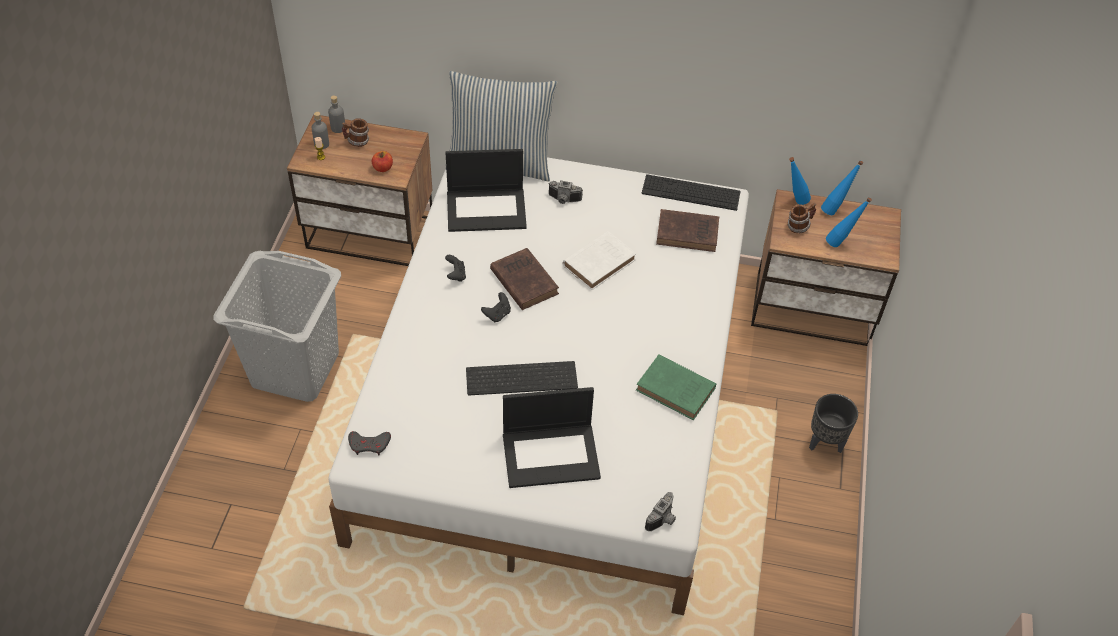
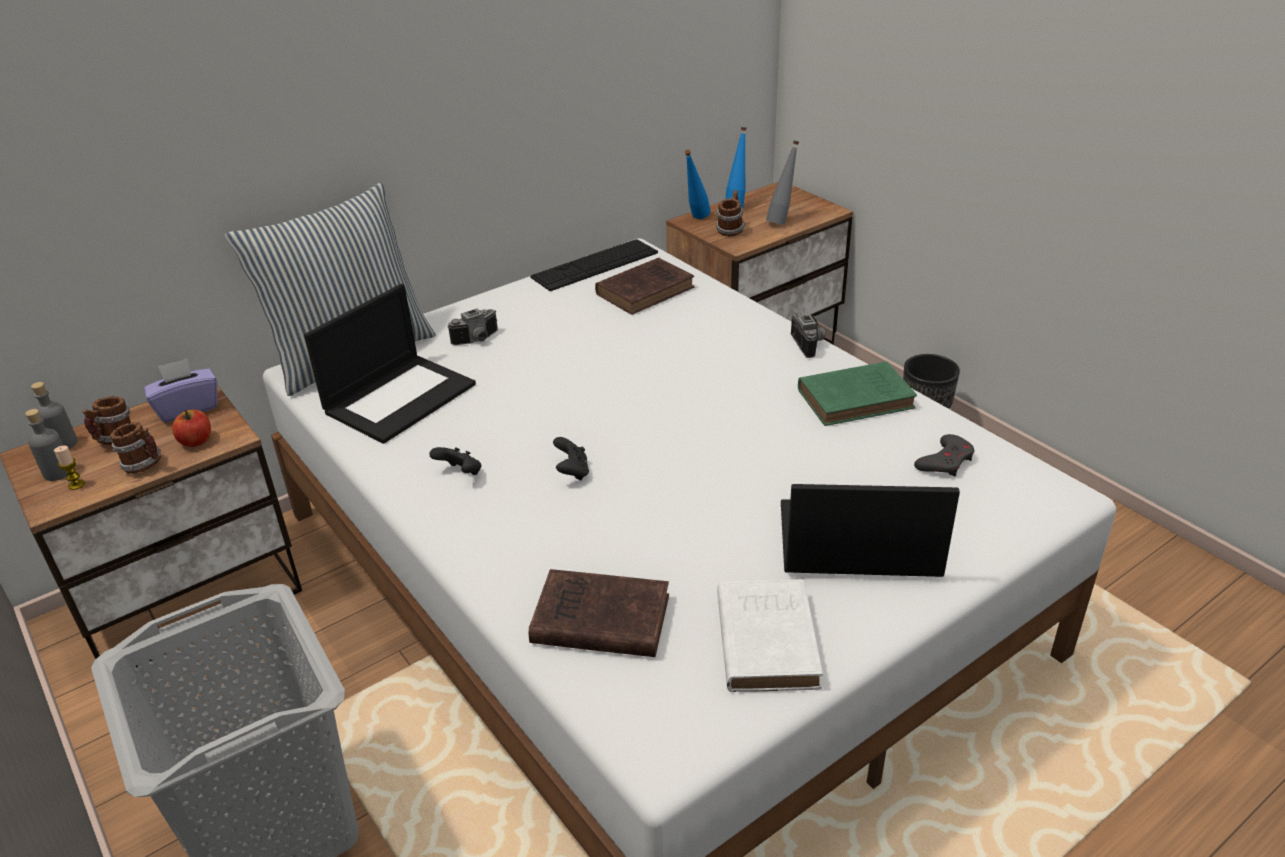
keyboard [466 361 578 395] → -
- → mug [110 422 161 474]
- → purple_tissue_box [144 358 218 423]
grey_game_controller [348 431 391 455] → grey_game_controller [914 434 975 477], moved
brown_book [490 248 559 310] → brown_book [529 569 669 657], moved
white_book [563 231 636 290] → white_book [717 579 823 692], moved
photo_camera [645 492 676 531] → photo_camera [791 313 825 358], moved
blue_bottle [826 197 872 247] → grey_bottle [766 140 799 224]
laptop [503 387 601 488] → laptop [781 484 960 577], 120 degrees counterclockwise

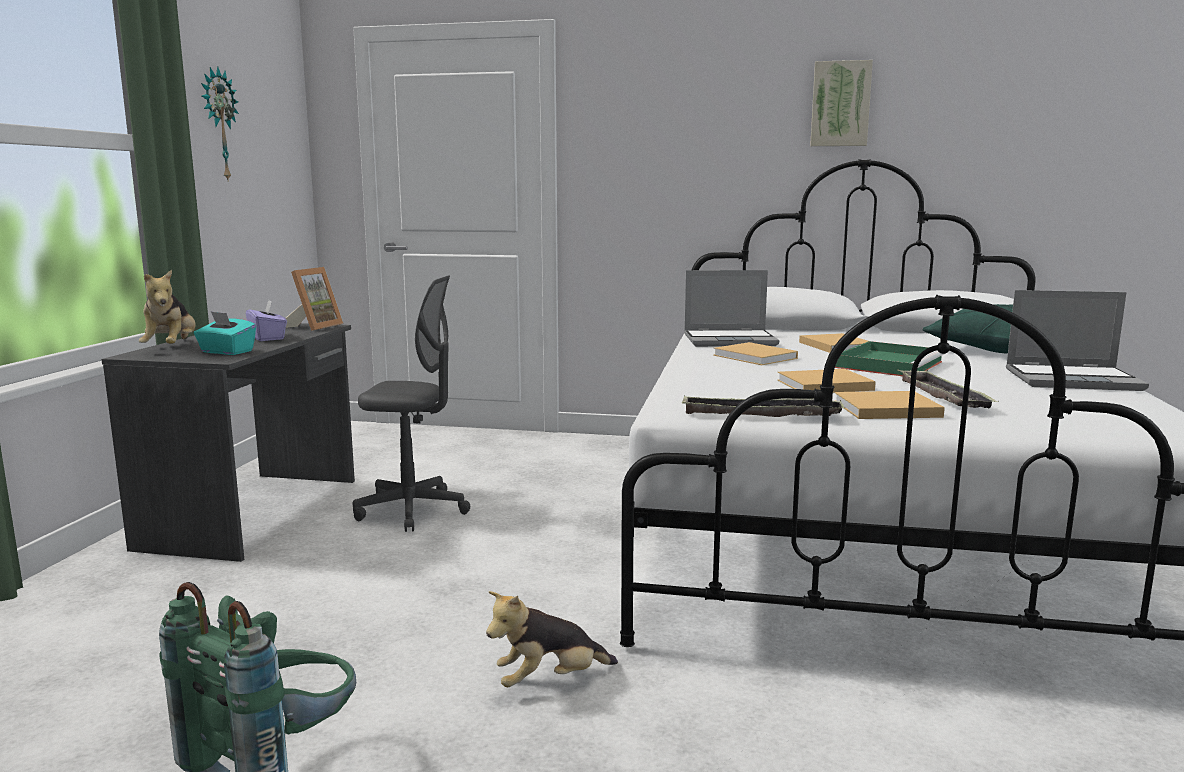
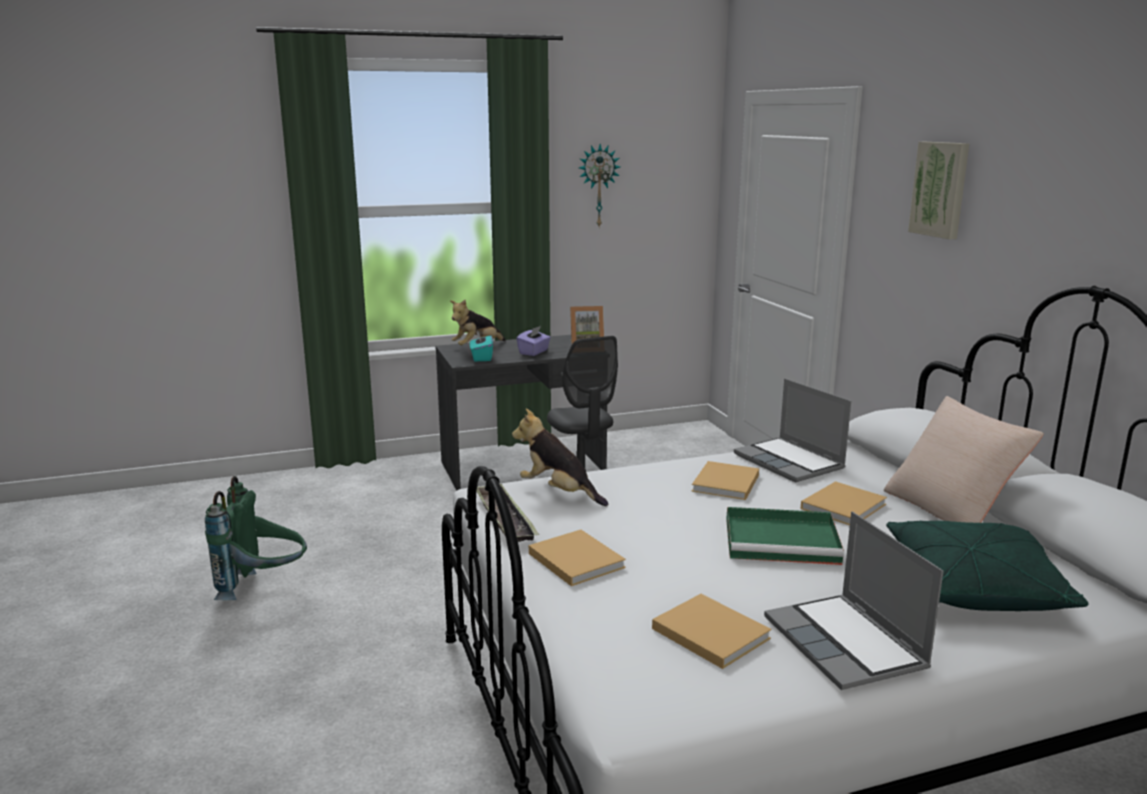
tray [897 369 999 408] → -
- → beige_pillow [884 396 1044 523]
plush_toy [486 591 618 687] → plush_toy [512 409 608 506], moved
beige_book [777 369 876 393] → beige_book [652 594 772 669], moved
picture [810 60 873 146] → picture [908 142 969 239], moved

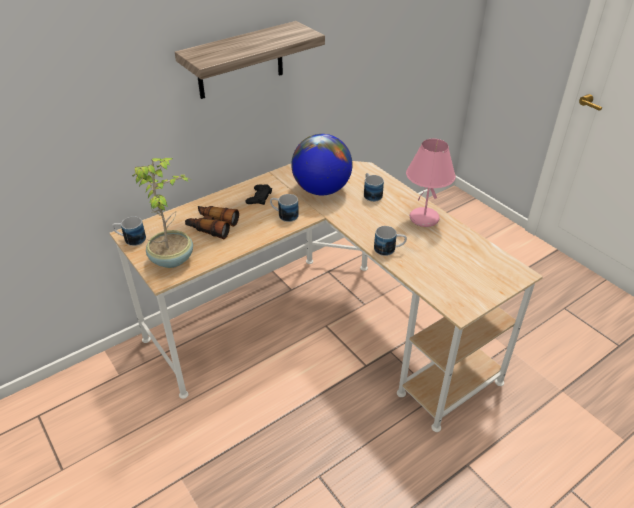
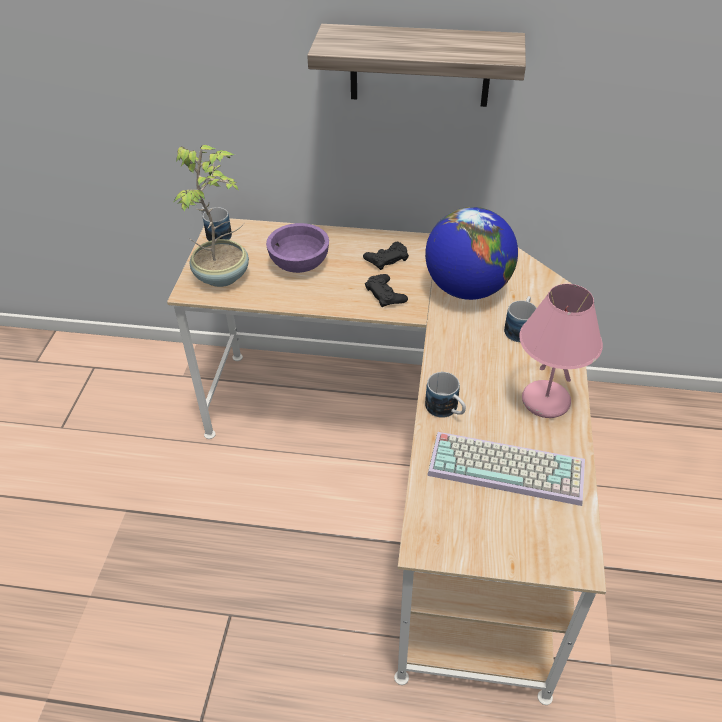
- → keyboard [427 432 585 506]
binoculars [185 206 239 239] → purple_bowl [266 223 329 273]
mug [270 194 299 222] → black_game_controller [365 274 408 307]

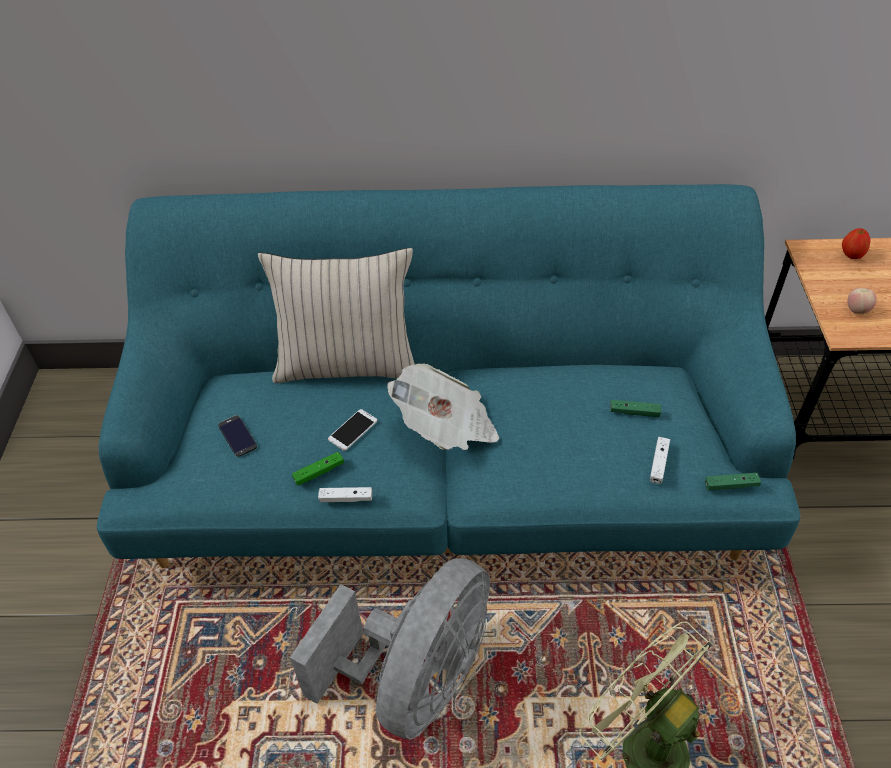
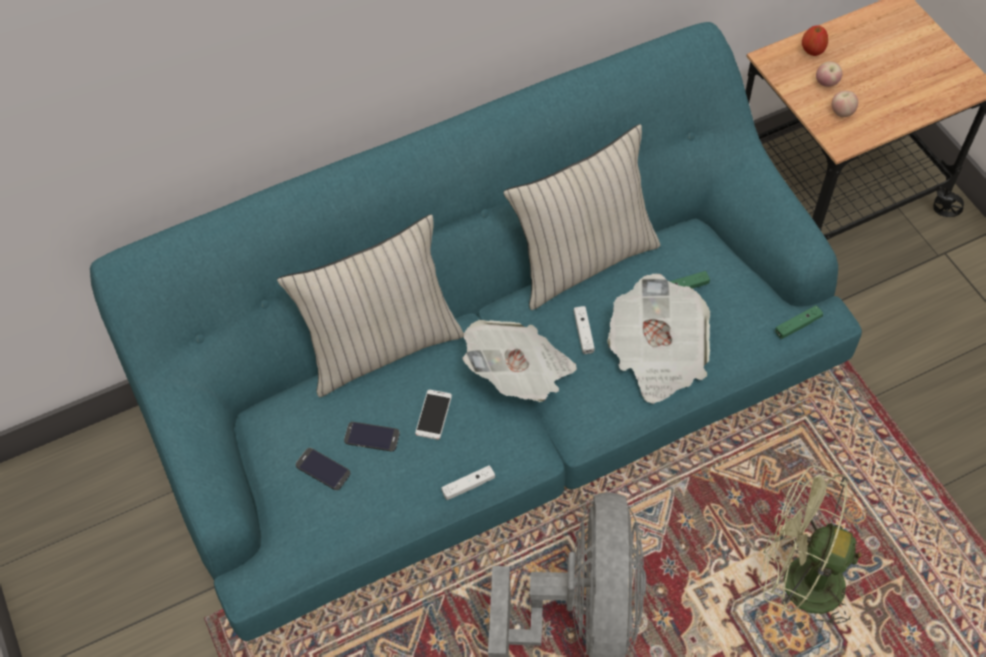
green_game_controller [292 452 344 486] → -
- → phone [344 422 400 451]
- → beige_pillow [503 124 660 310]
- → newspaper [607 274 710 404]
- → apple [816 61 842 87]
white_game_controller [650 437 670 484] → white_game_controller [574 306 595 354], moved

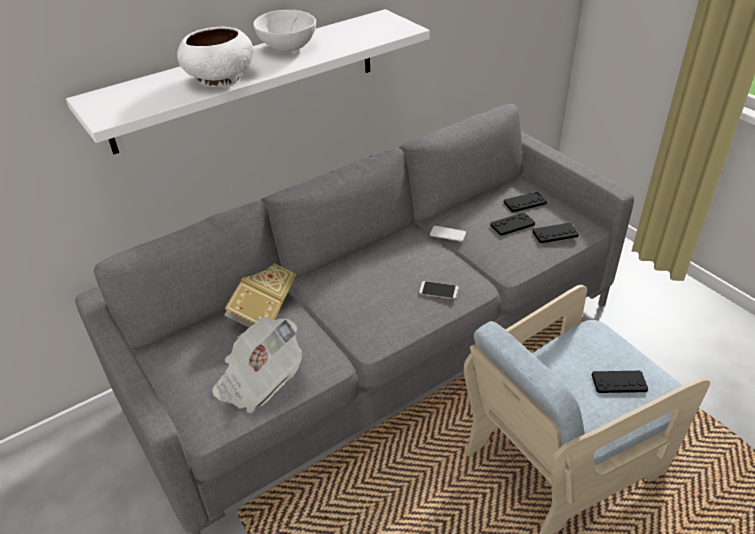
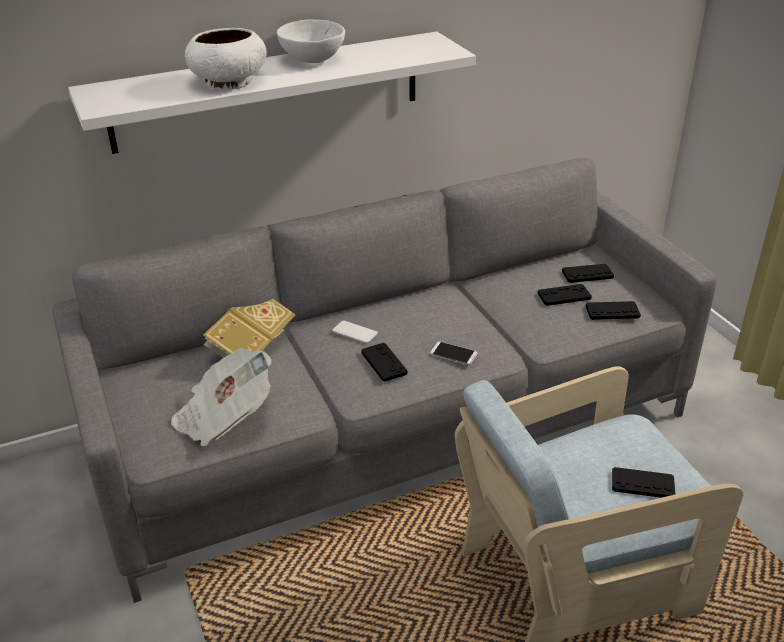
- → black_game_controller [361 343 408 382]
phone [430 226 466 242] → phone [332 320 378 343], moved

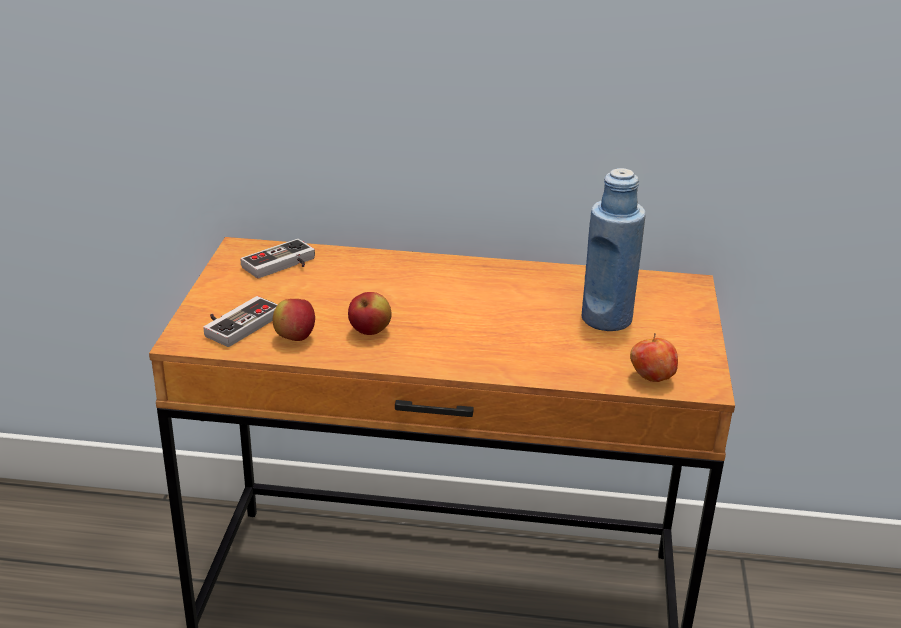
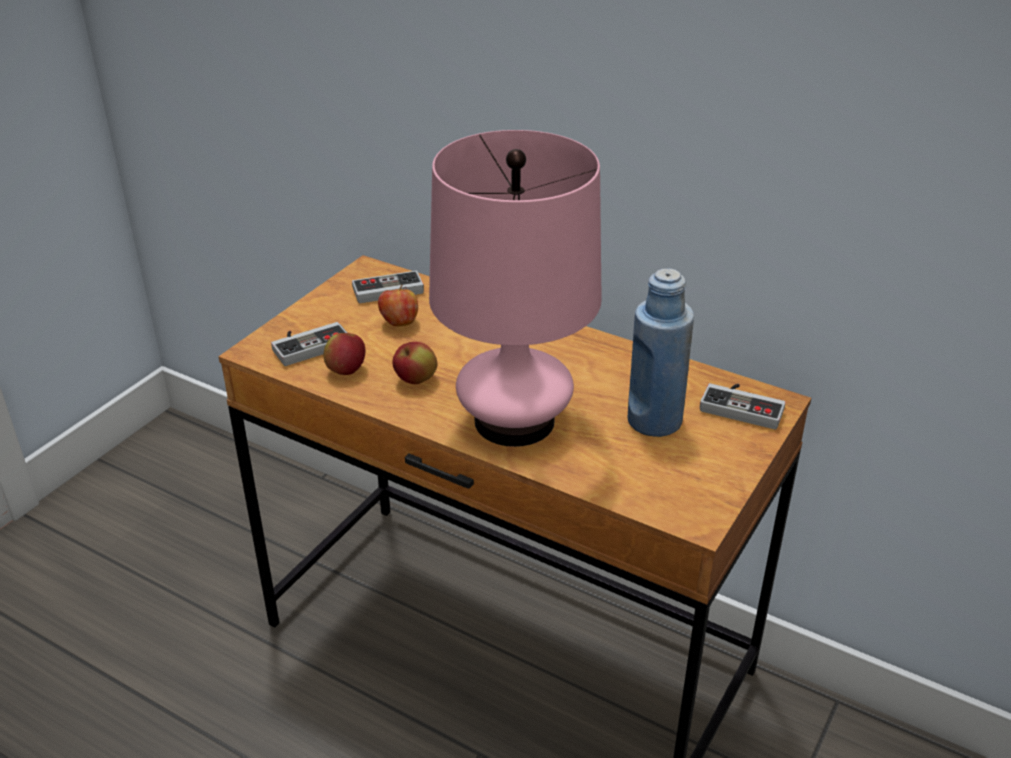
- → pink_table_lamp [429 130 602 447]
- → game_controller [700 383 786 430]
apple [630 333 678 382] → apple [378 284 418 326], moved

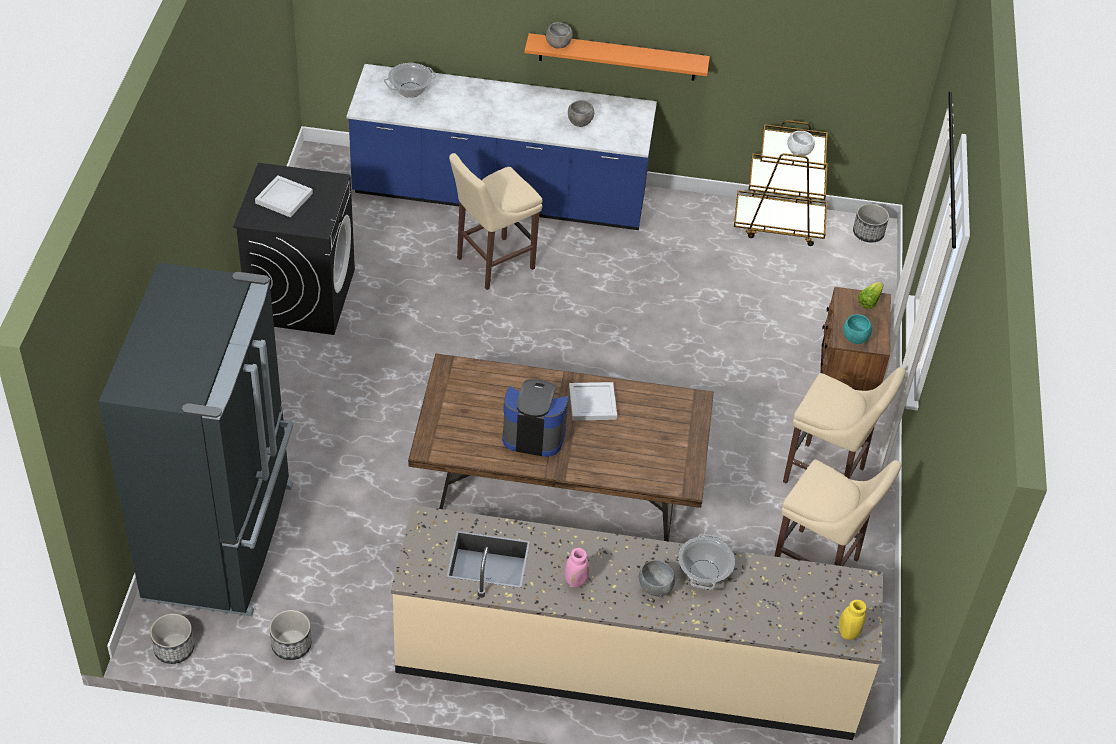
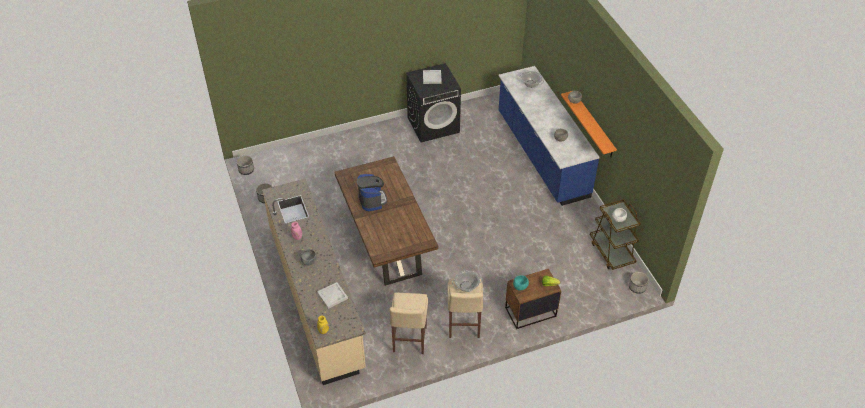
black_fridge [99 263 293 616] → -
beige_stool [449 153 542 290] → -
white_tray [569 382 617 421] → white_tray [317 282 348 309], moved
cooking_pot [678 534 735 589] → cooking_pot [452 270 482 292], moved

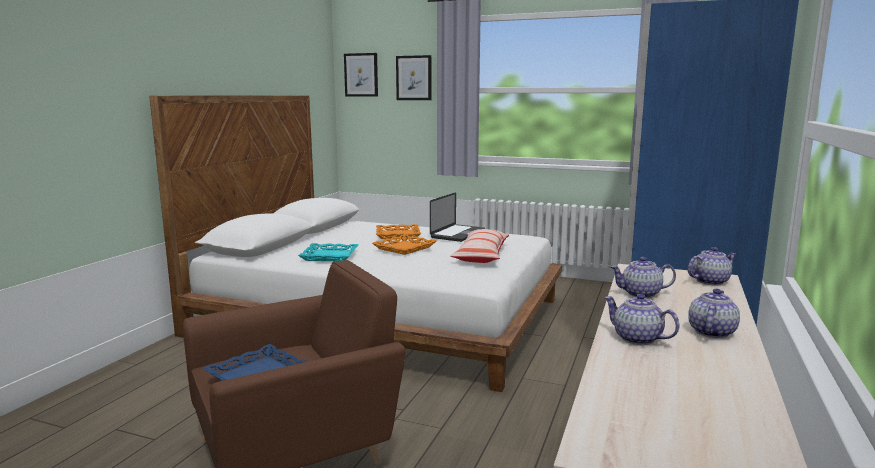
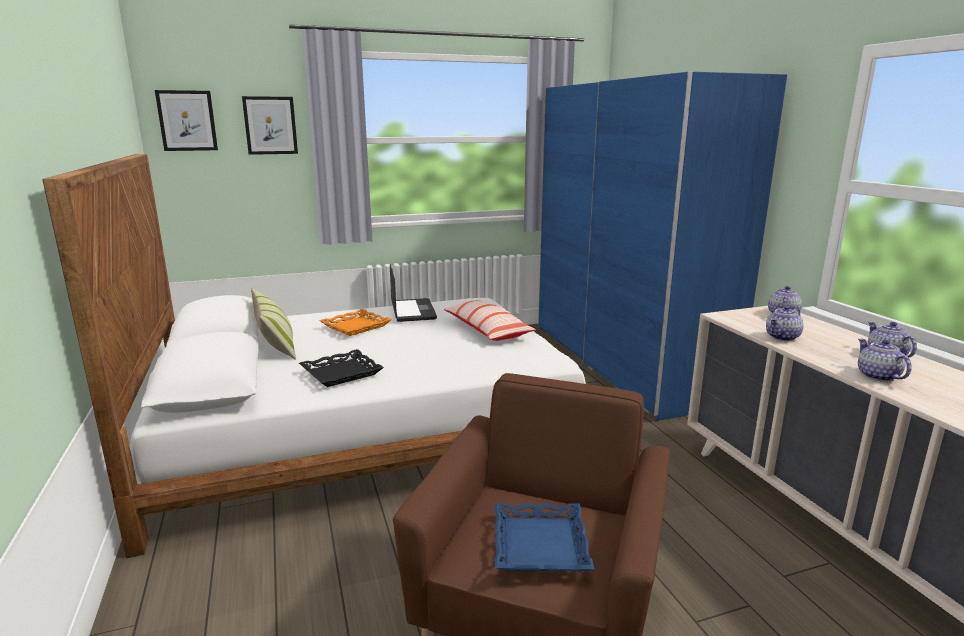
orange_tray [372 234 436 255] → -
- → pillow [251 288 296 360]
turquoise_tray [298 243 358 261] → black_tray [299 349 384 387]
teapot [604 294 680 345] → teapot [858 339 912 382], 75 degrees clockwise

